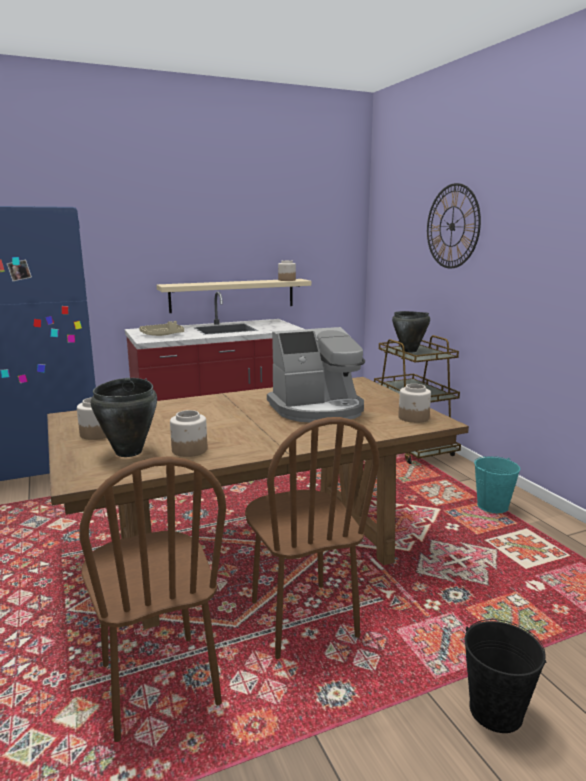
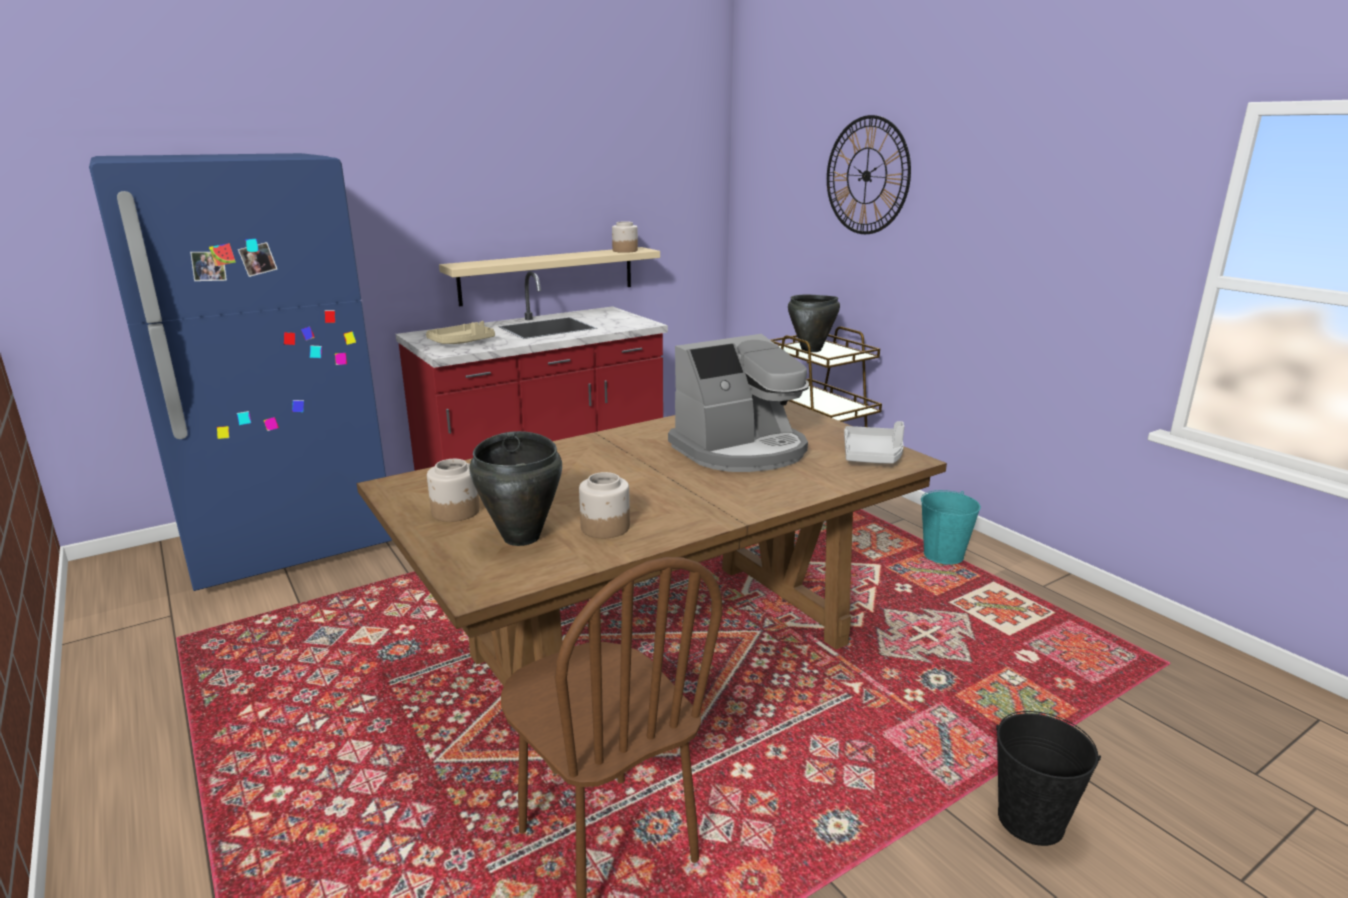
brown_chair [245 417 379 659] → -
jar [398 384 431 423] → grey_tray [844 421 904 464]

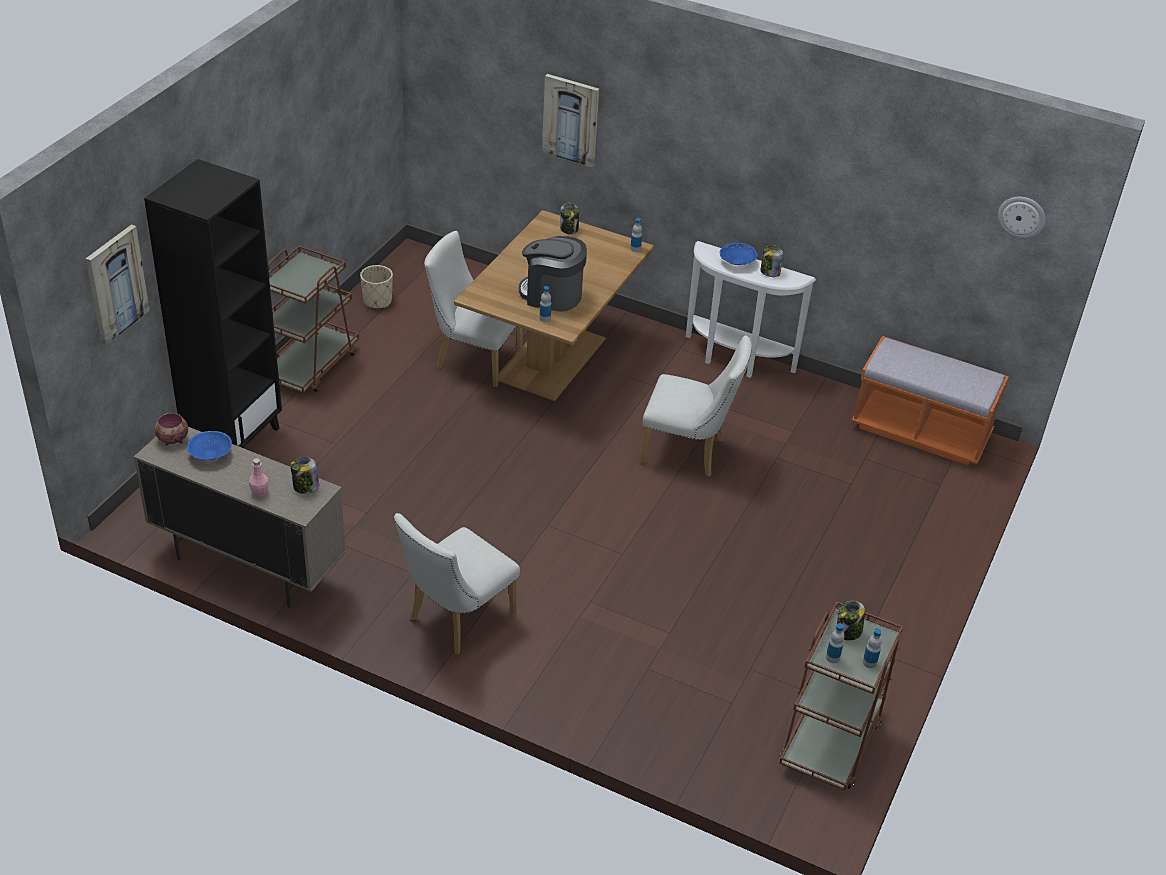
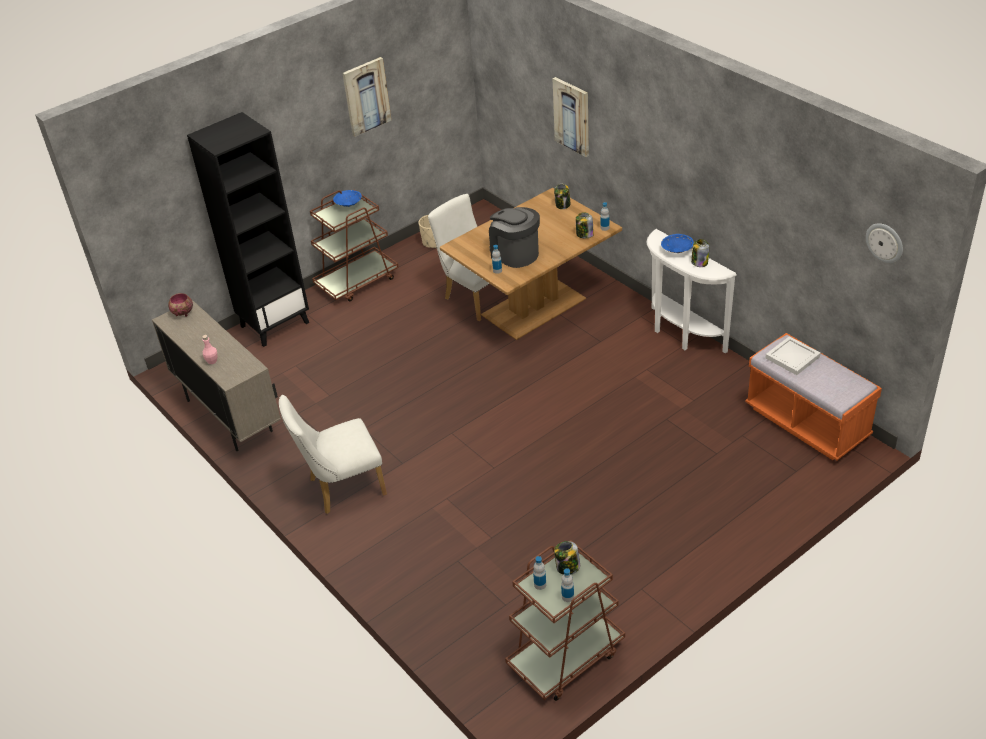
white_chair [640 335 752 477] → -
- → white_tray [765 336 821 375]
picture [86 224 150 346] → picture [342 57 391 137], moved
blue_bowl [187 431 232 460] → blue_bowl [333 190 362 207], moved
jar [291 456 319 494] → jar [576 212 594 238], moved

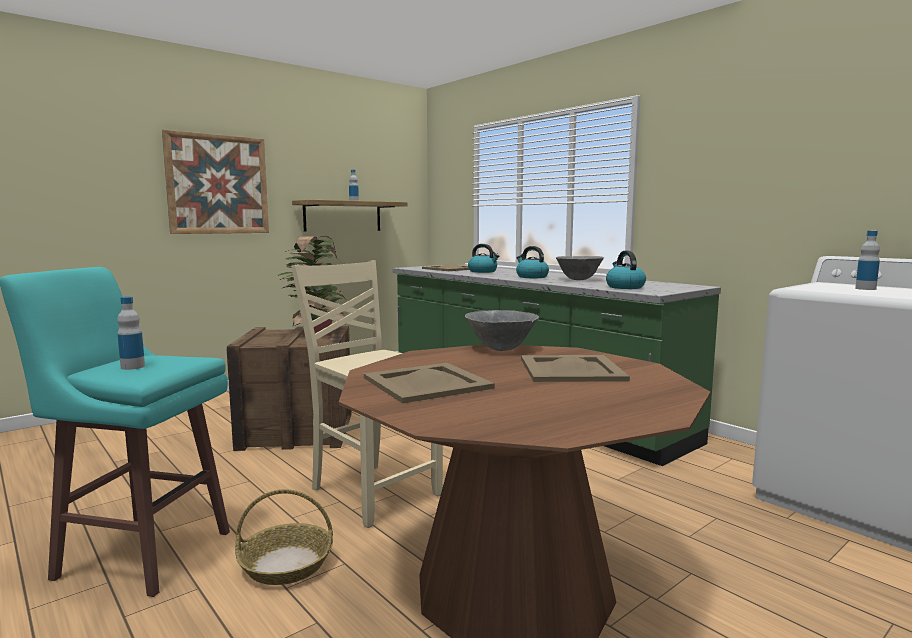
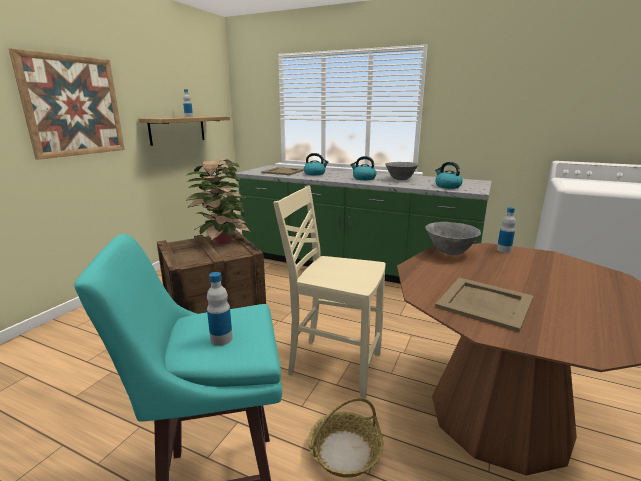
beige_tray [521 355 630 382] → -
bottle [855 231 880 290] → bottle [497 207 516 253], moved

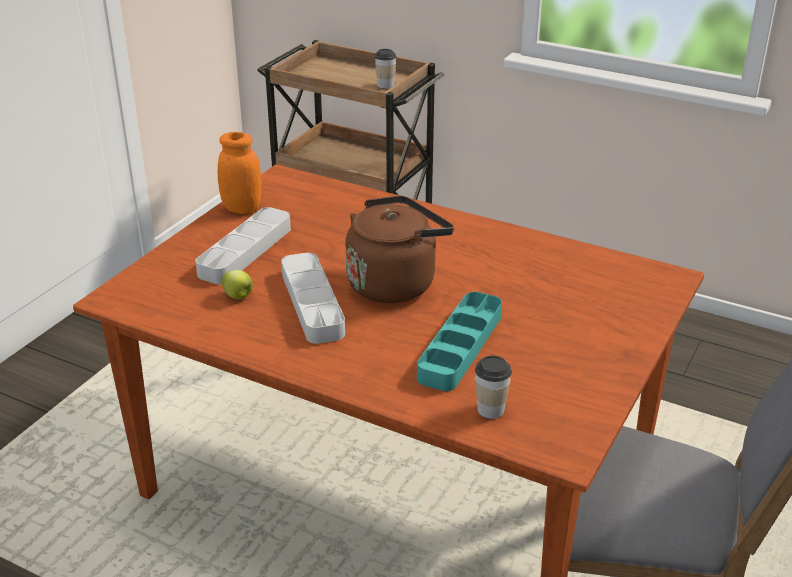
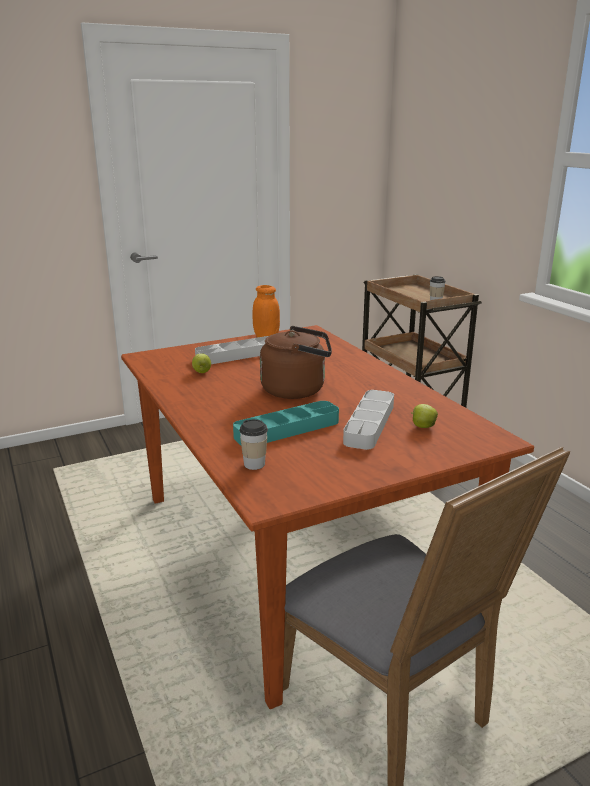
- → apple [411 404 438 428]
grey_tray [281 253 345 344] → grey_tray [343 390 394 450], moved

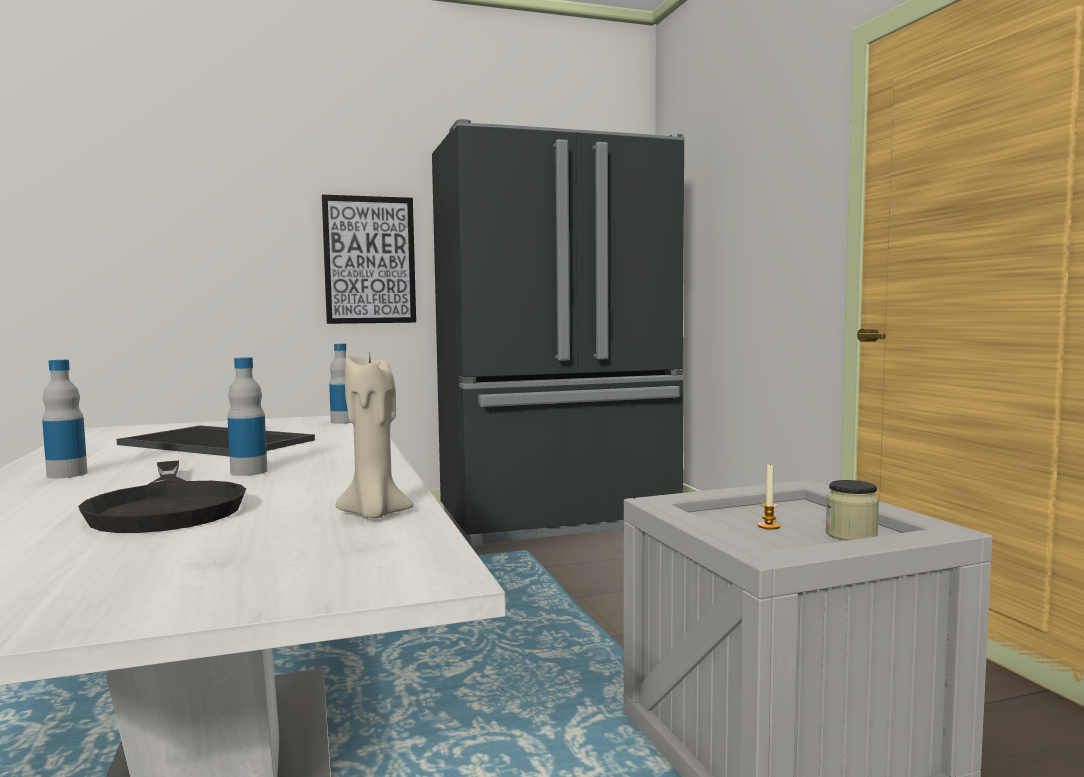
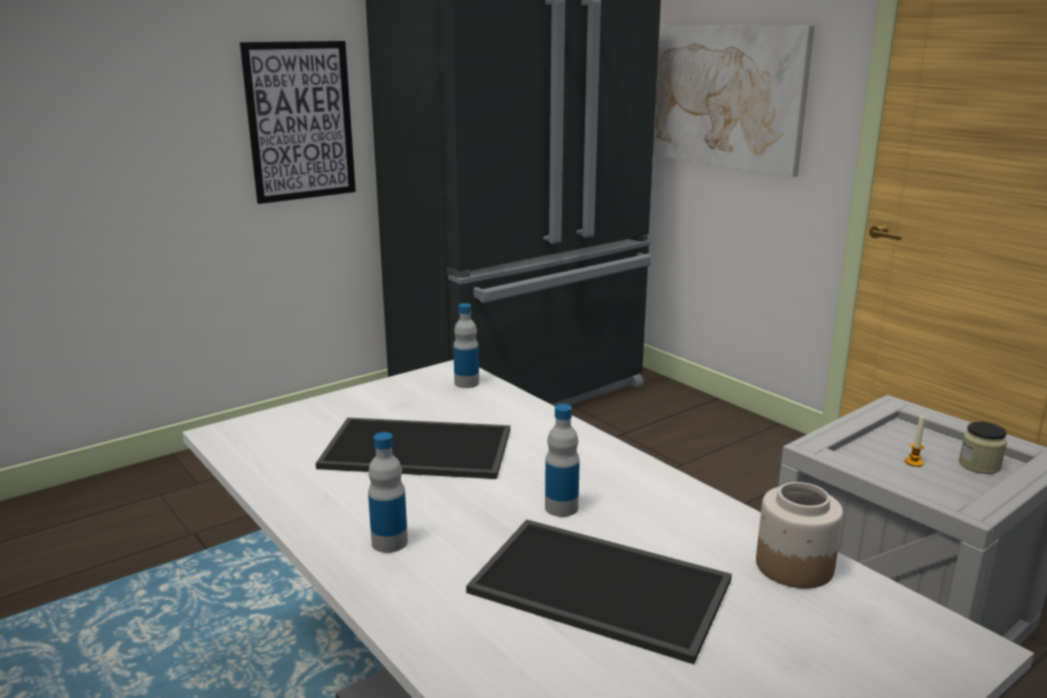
- → picture [653 25 815 177]
black_frying_pan [78 461 246 533] → tray [466 519 732 664]
beige_candle [335 354 414 518] → jar [756 482 843 588]

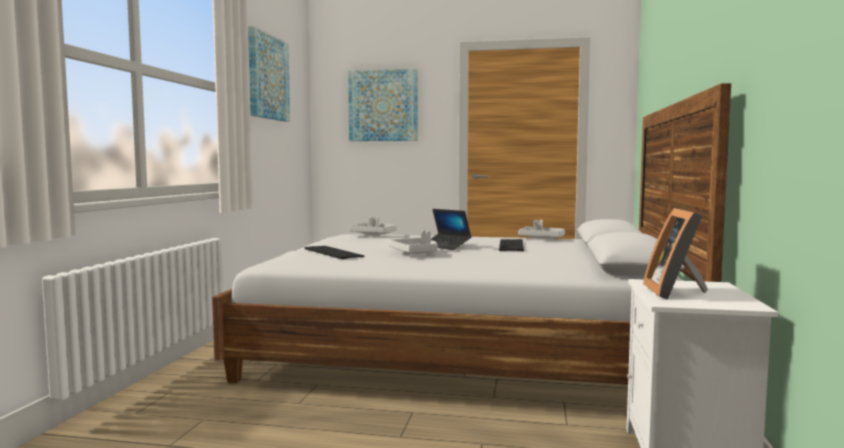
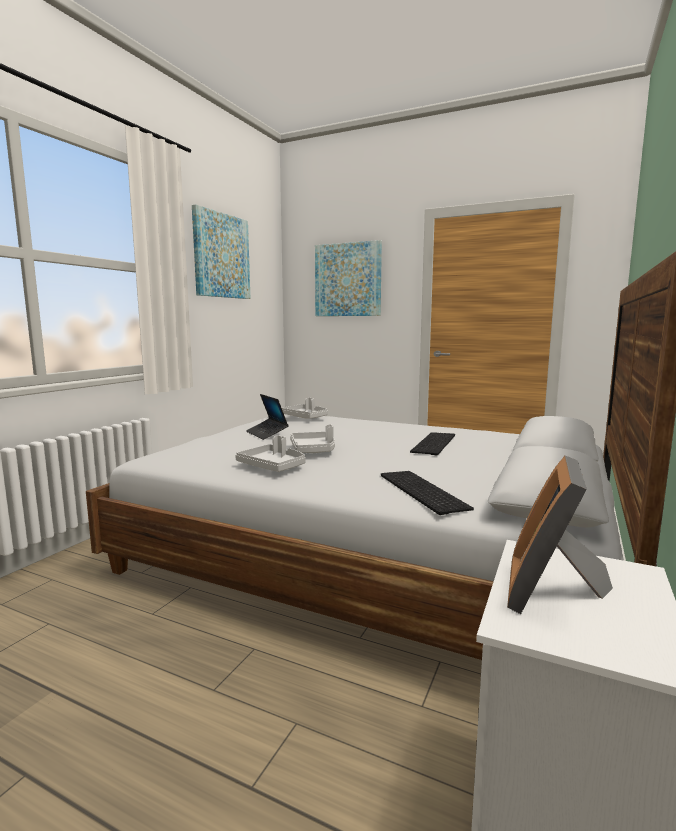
keyboard [305 246 365 259] → keyboard [381 471 474 515], moved
laptop [431 209 471 250] → laptop [246 394 289 440], moved
grey_tray [518 220 565 239] → grey_tray [235 435 306 472], moved

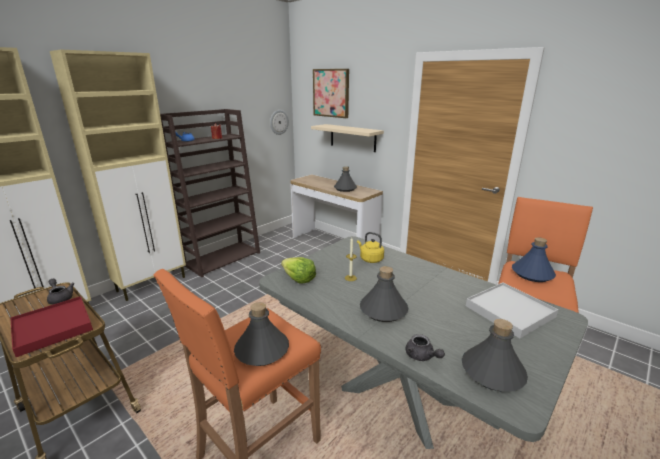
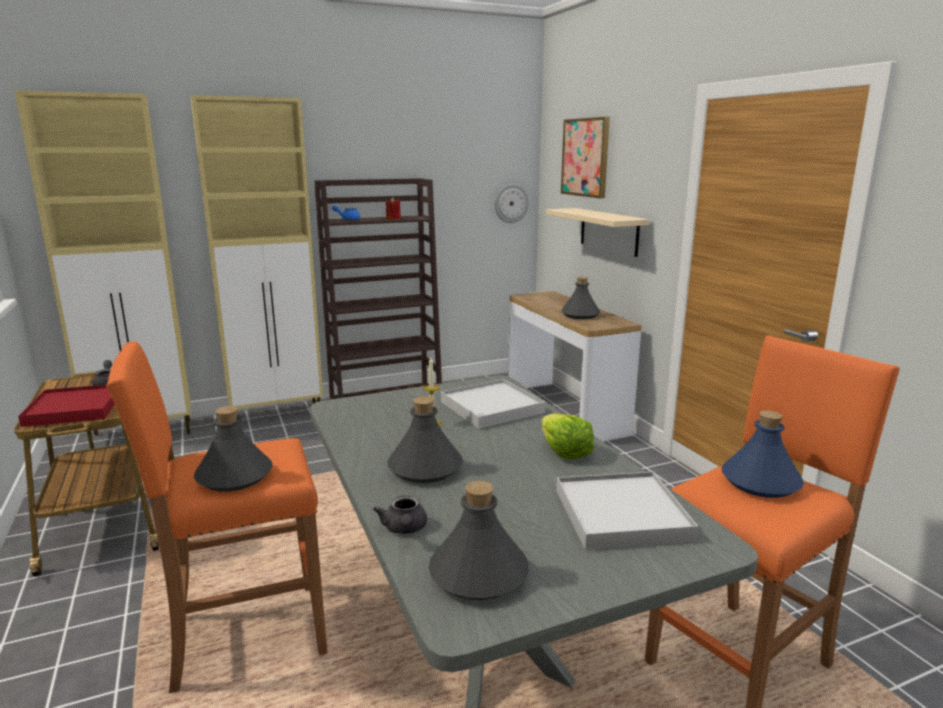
lettuce [281 257 316 283] → lettuce [541 413 594 459], moved
yellow_kettle [357 232 384 263] → white_tray [441 379 545 429]

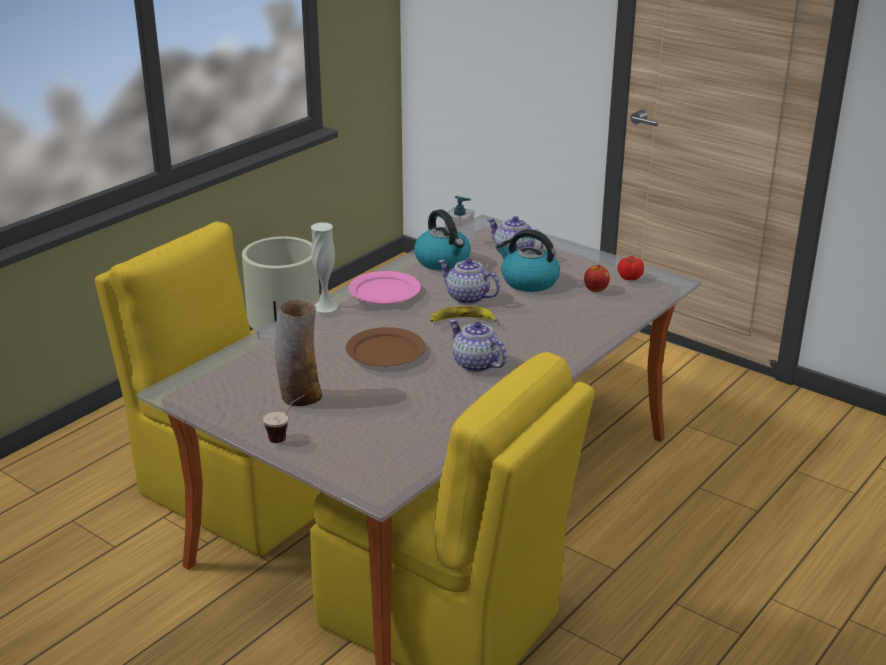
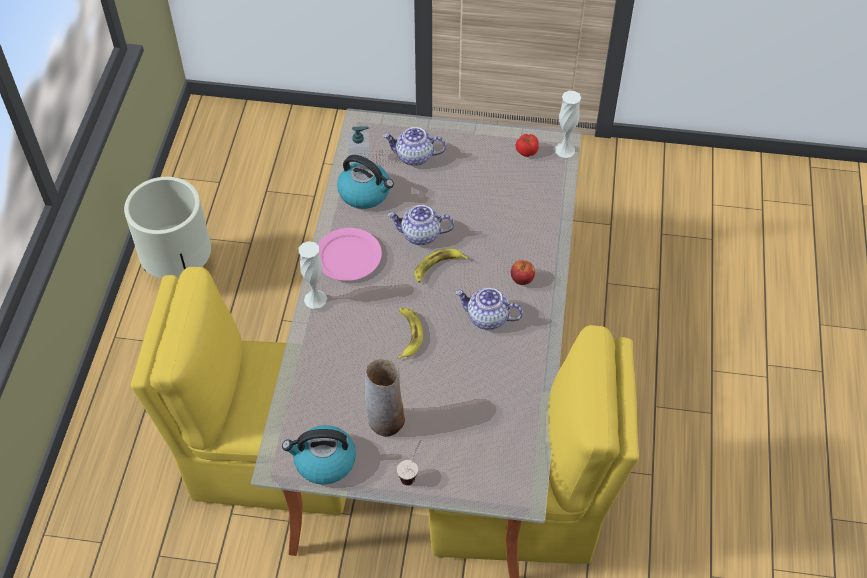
- → white_vase [555 91 581 158]
kettle [496 229 560 292] → kettle [282 425 356 485], moved
apple [584 265 610 292] → apple [511 260 535 285], moved
brown_plate [346 327 425 367] → banana [397 308 423 359]

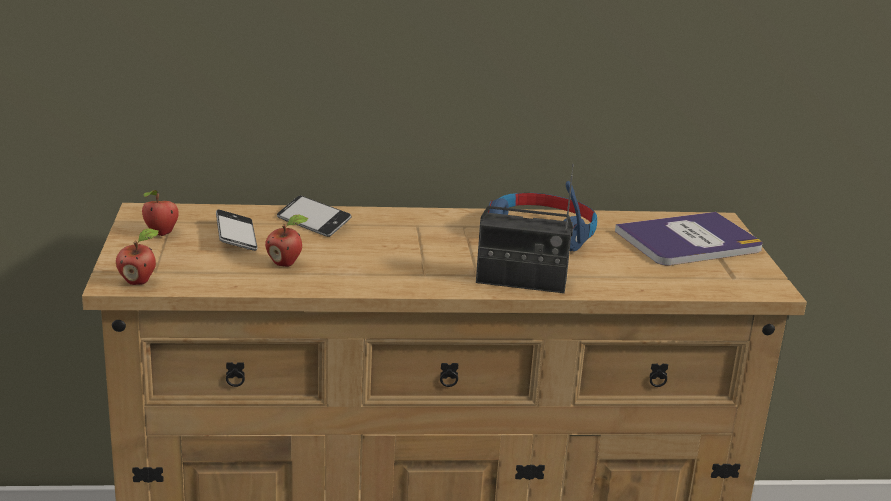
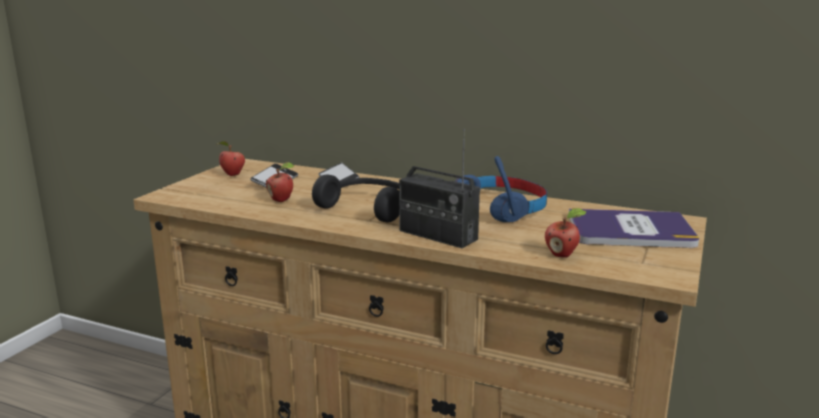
- → black_headphones [312 174 399 222]
apple [116 228 159 285] → apple [545 208 587 258], moved

